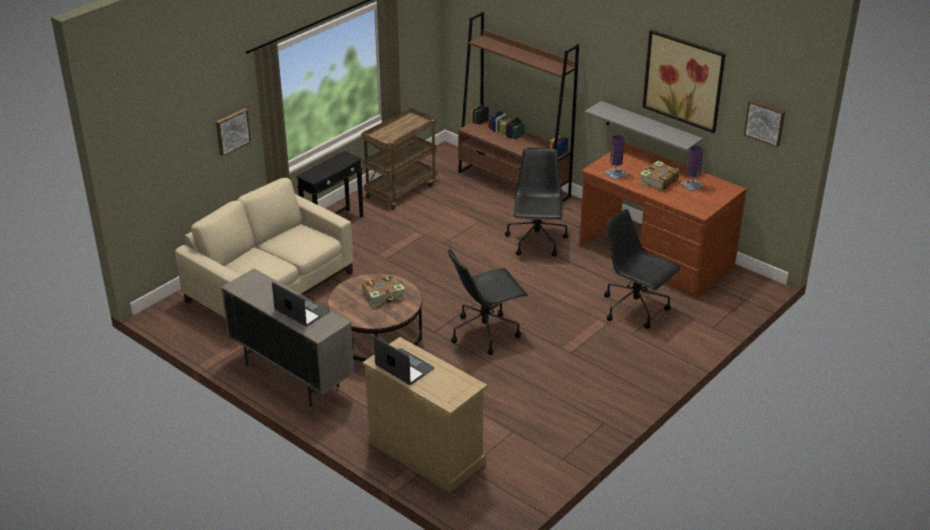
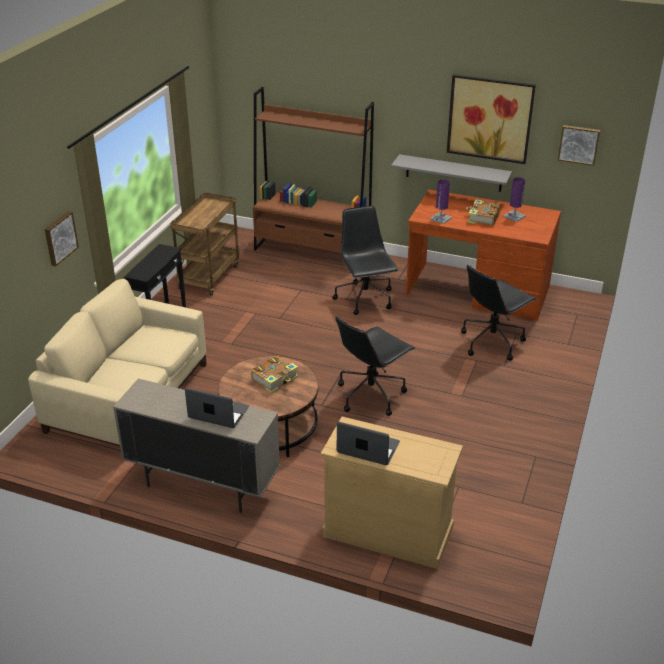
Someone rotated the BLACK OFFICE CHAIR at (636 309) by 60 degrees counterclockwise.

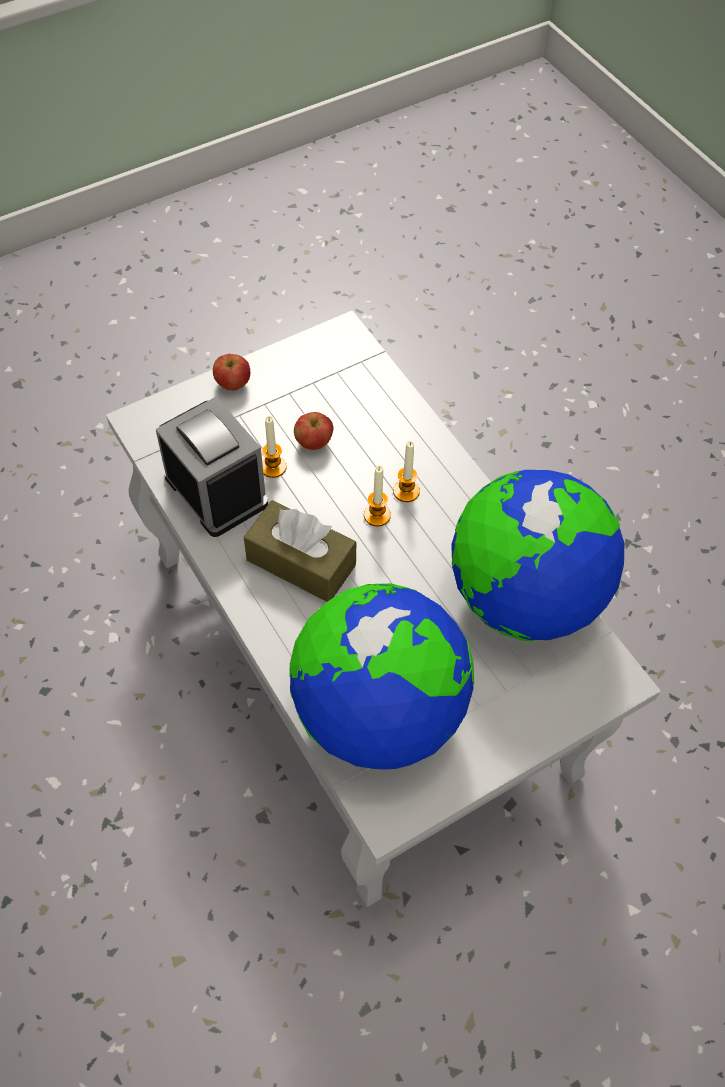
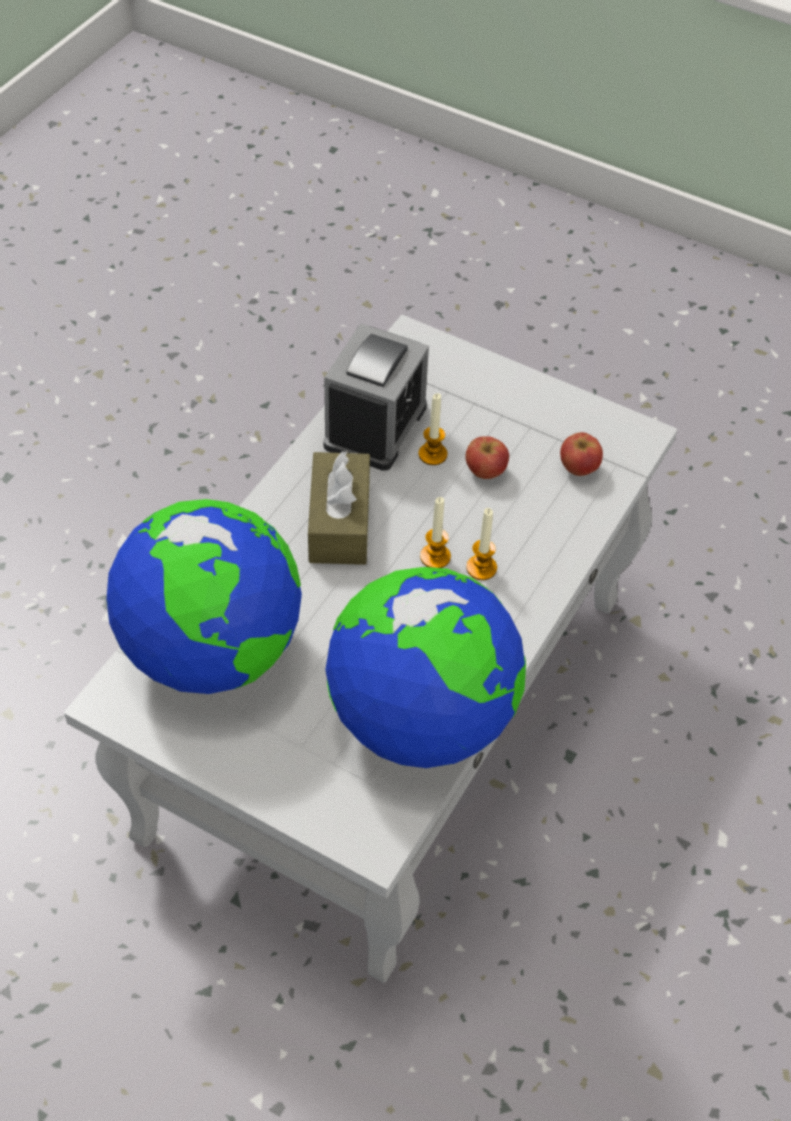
Someone carried the APPLE from (233 383) to (579 468).

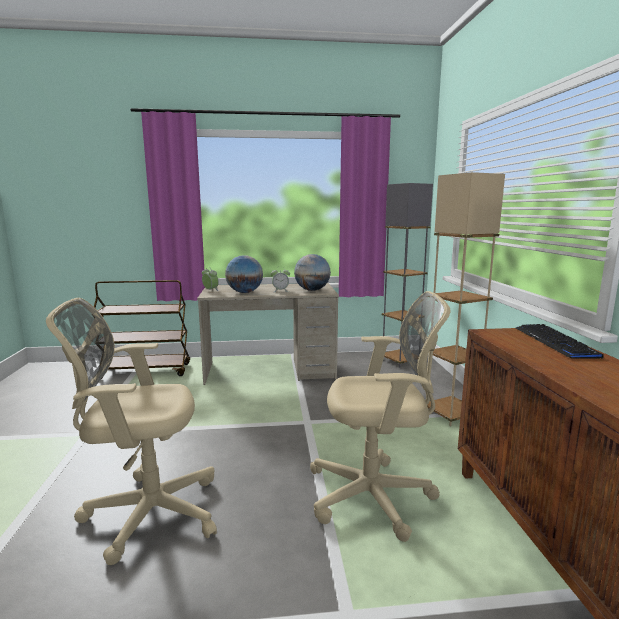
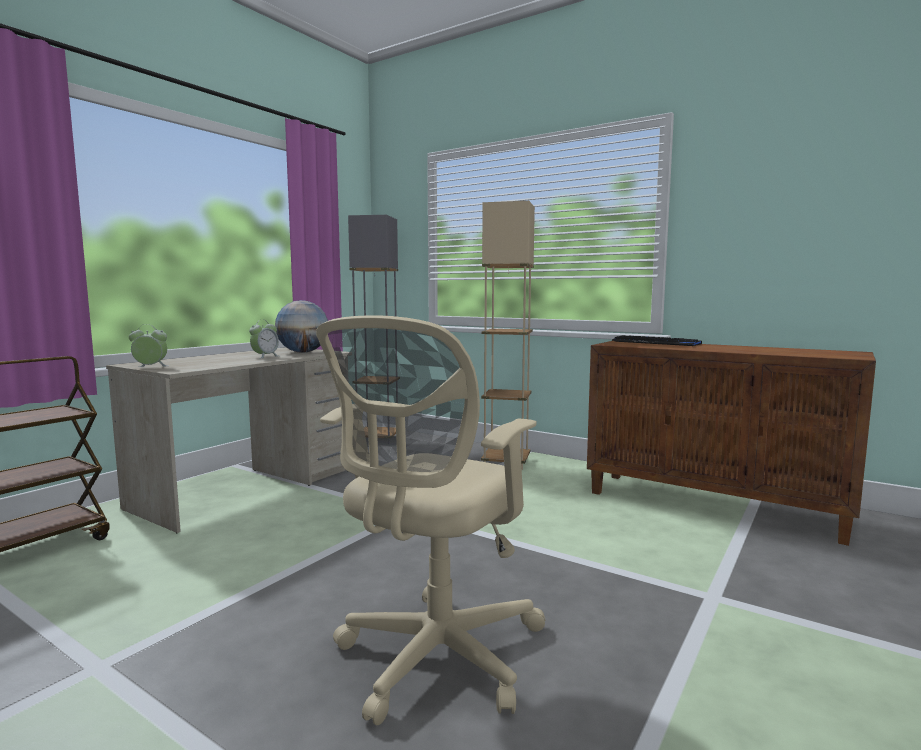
Someone took away the GLOBE at (244 292).
Someone took away the BEIGE OFFICE CHAIR at (376 496).

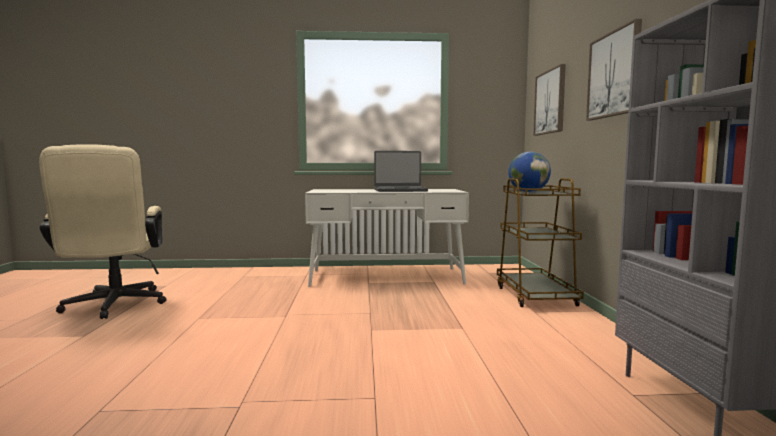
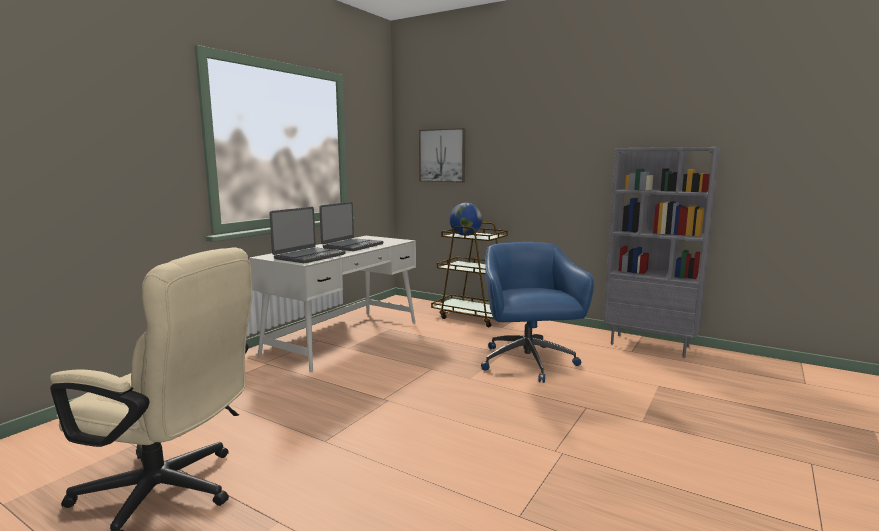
Someone put down the LAPTOP at (309 256).
Someone put down the BLUE OFFICE CHAIR at (528 363).
Someone took away the PICTURE at (614 74).

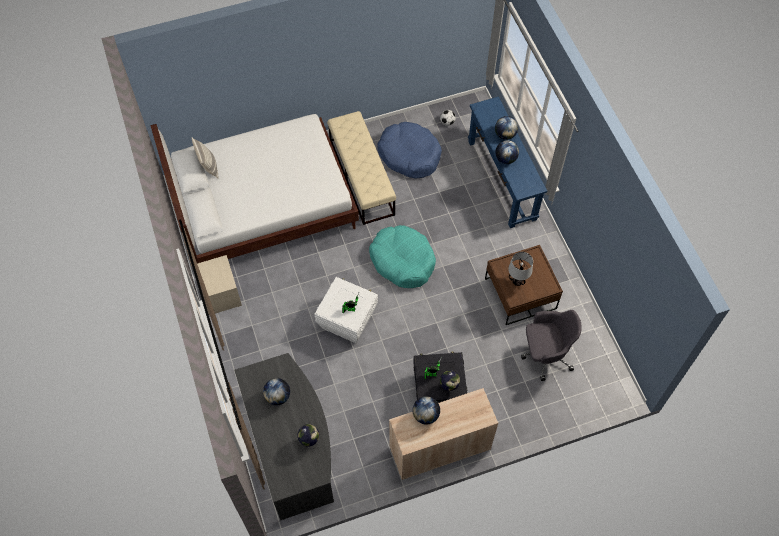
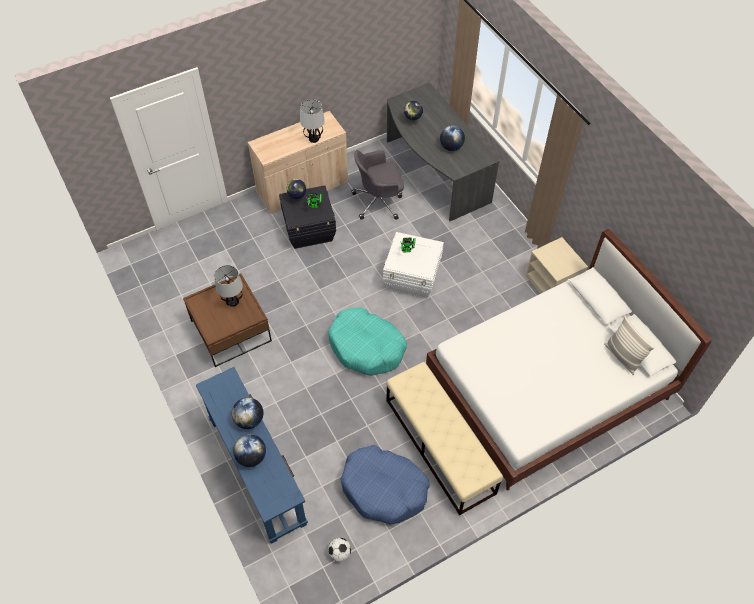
Someone swapped the GLOBE at (425 415) for the TABLE LAMP at (313 139).
Someone carried the GREY OFFICE CHAIR from (545 354) to (379 201).

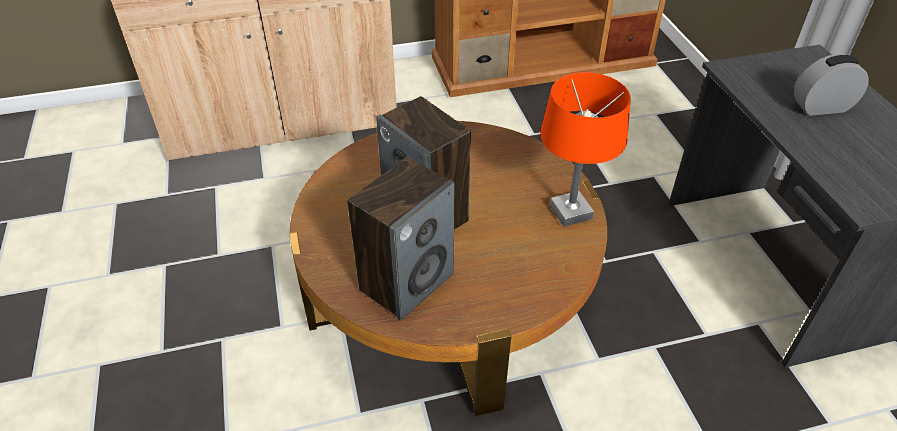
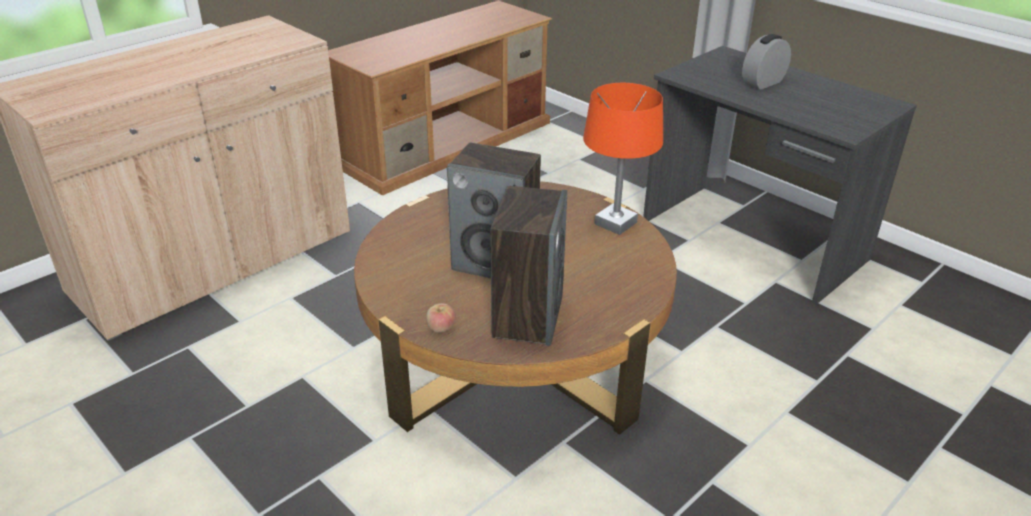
Someone put down the APPLE at (441 328).

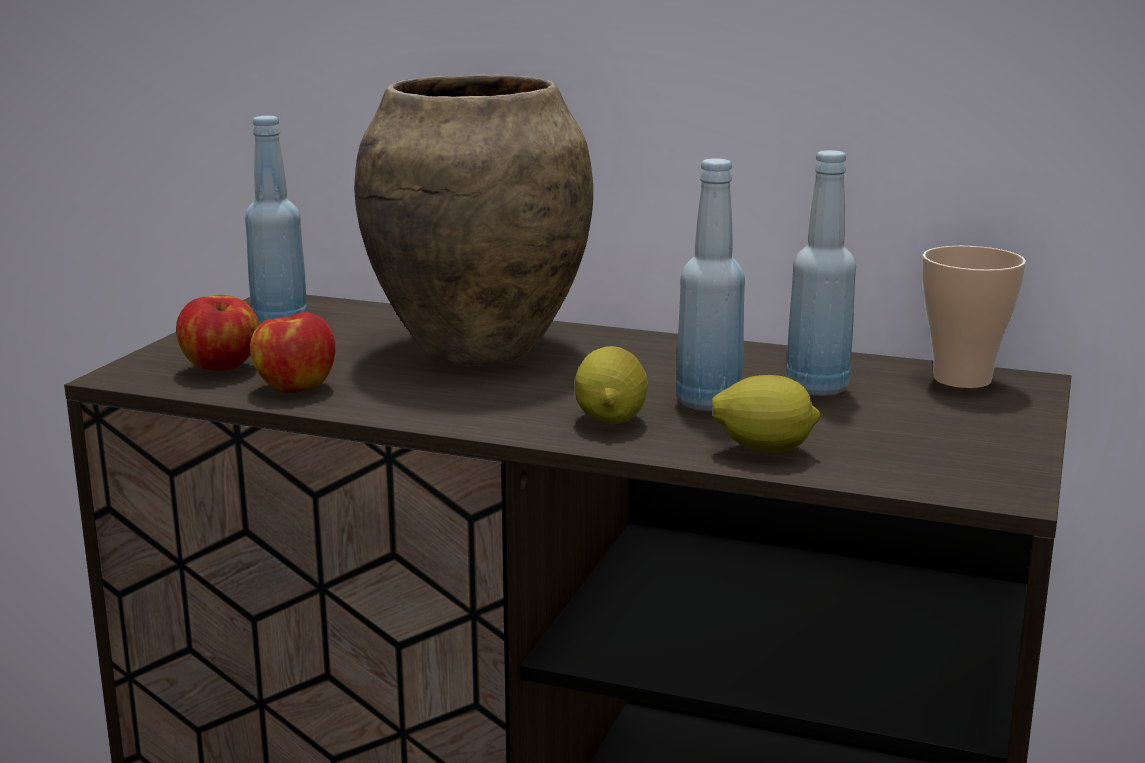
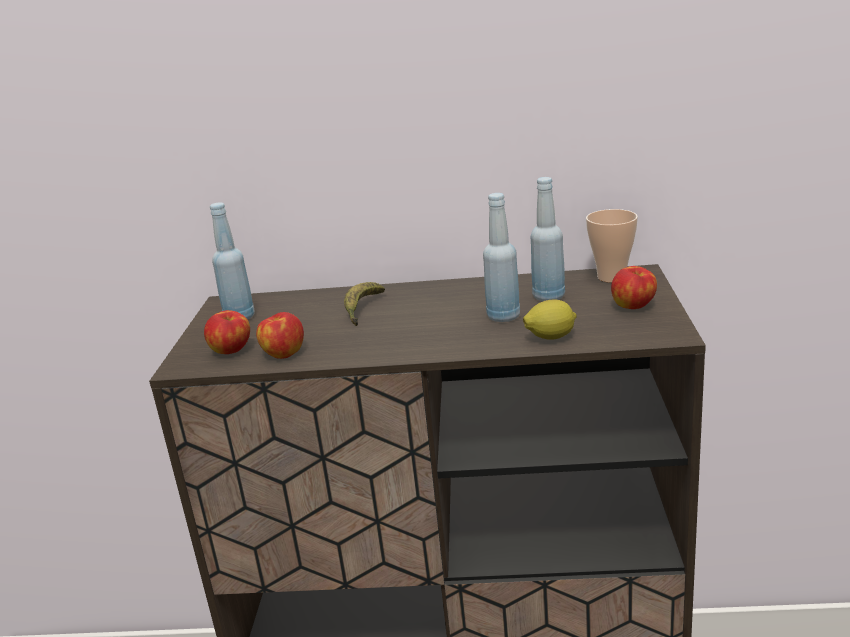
Someone swapped the BROWN VASE at (479 350) for the BANANA at (362 310).
Someone put down the APPLE at (634 307).
Someone took away the LEMON at (611 419).

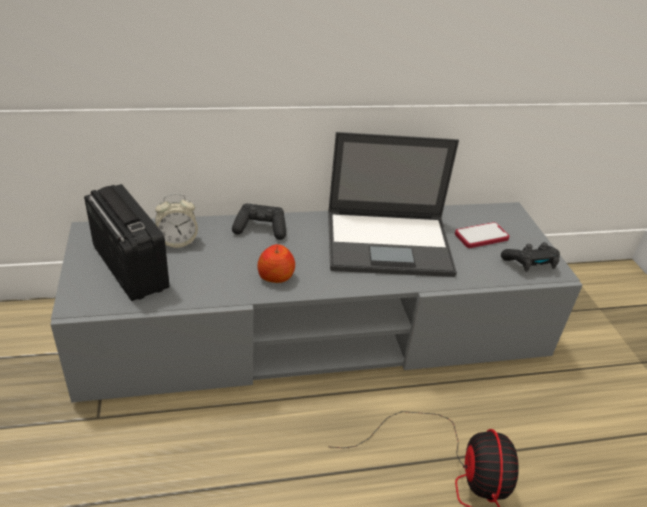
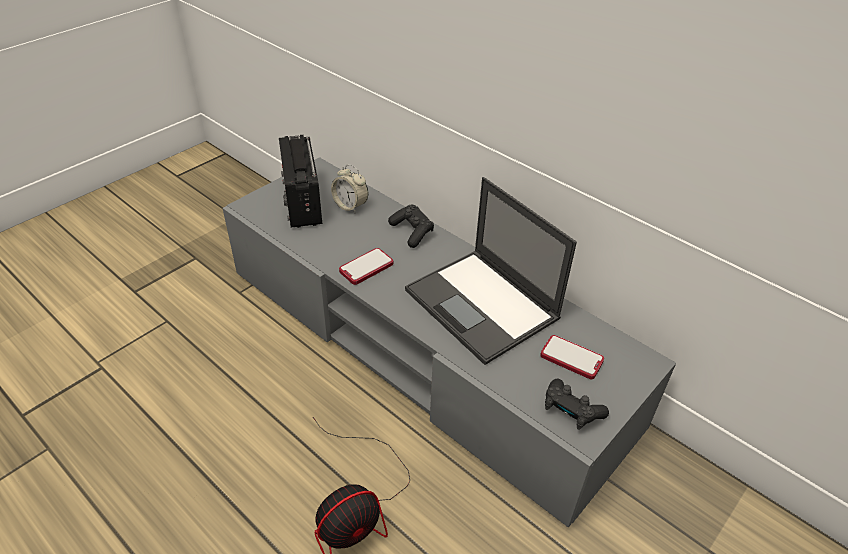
Someone rotated the RADIO at (130 267) by 150 degrees clockwise.
Someone swapped the APPLE at (276 276) for the PHONE at (366 267).

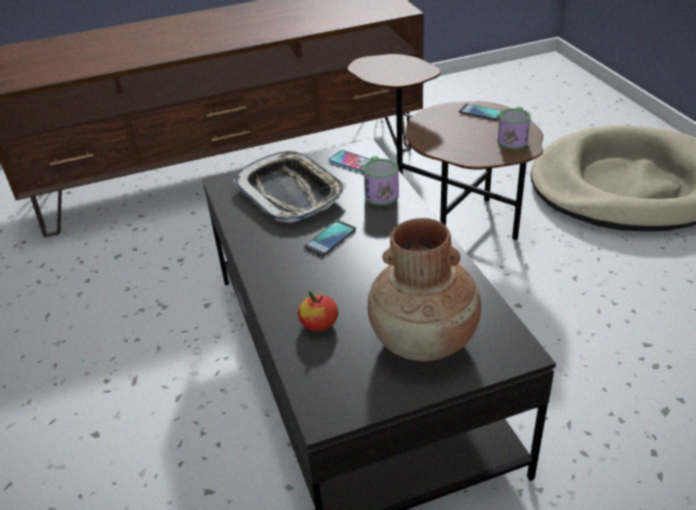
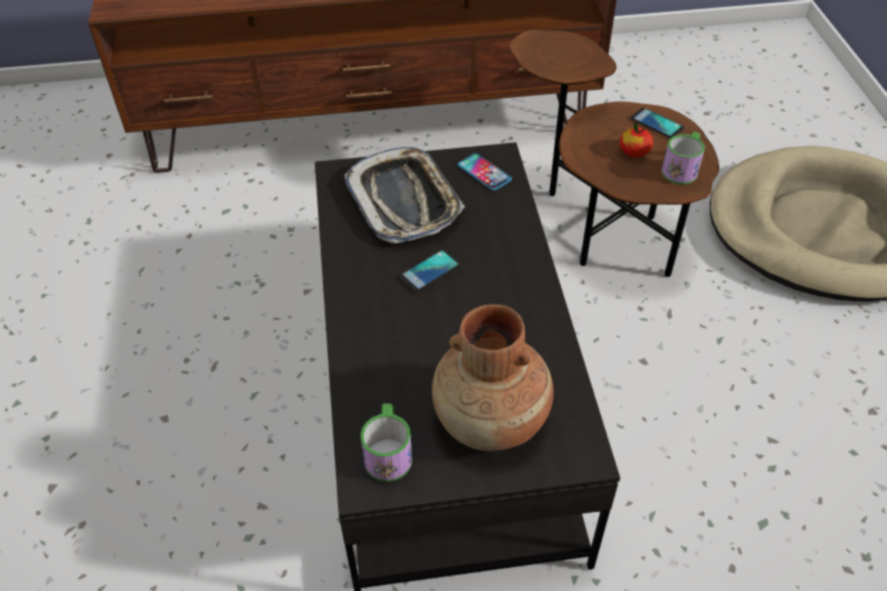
Someone carried the MUG from (380 192) to (388 452).
Someone carried the APPLE from (319 323) to (634 151).

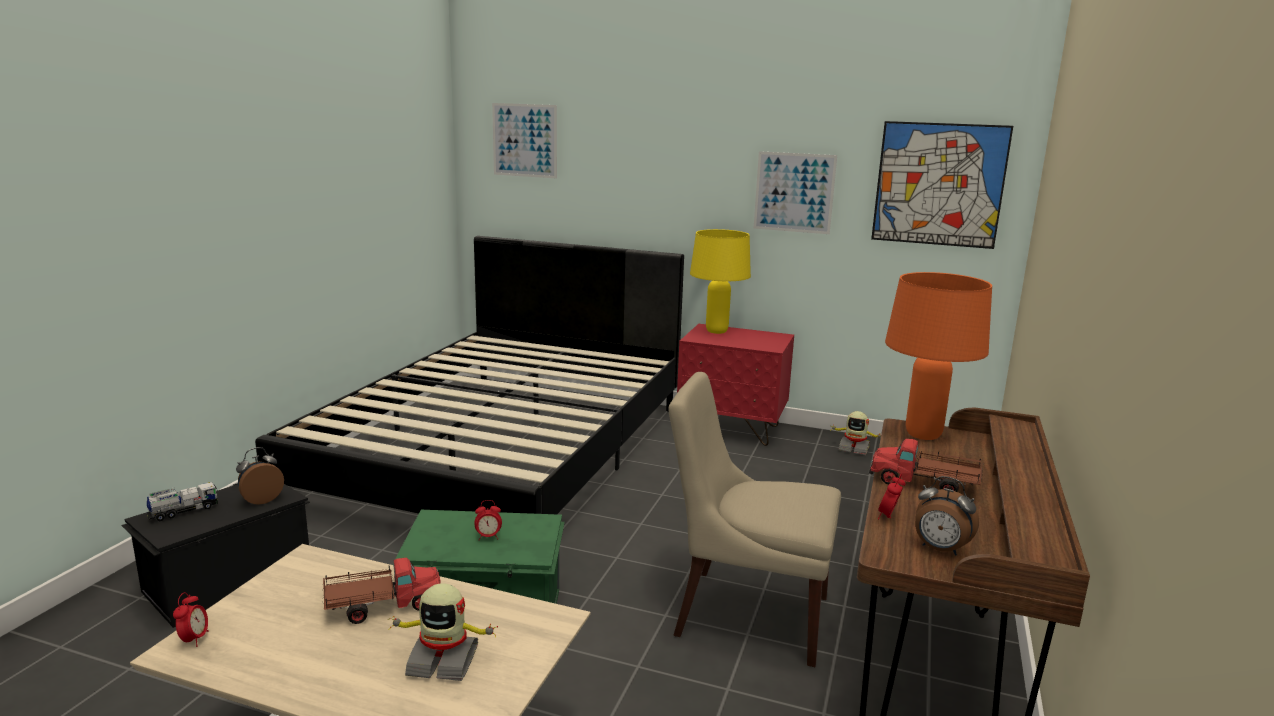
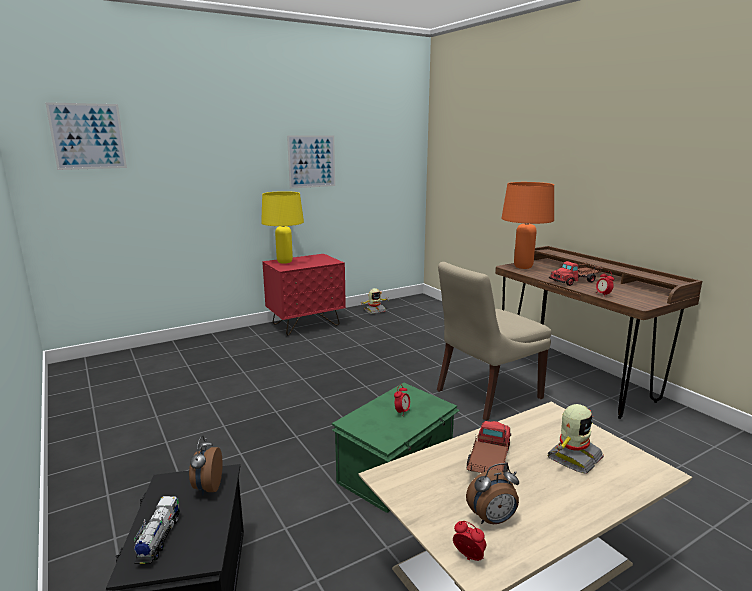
Someone carried the ALARM CLOCK from (939 549) to (492 520).
Someone took away the BLACK BED at (503 452).
Someone took away the PICTURE at (939 184).

